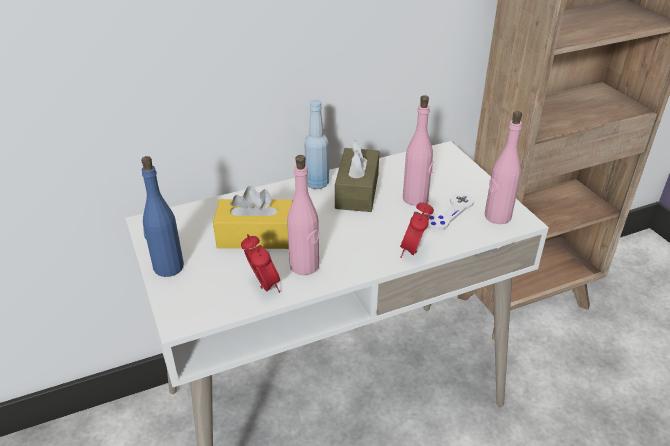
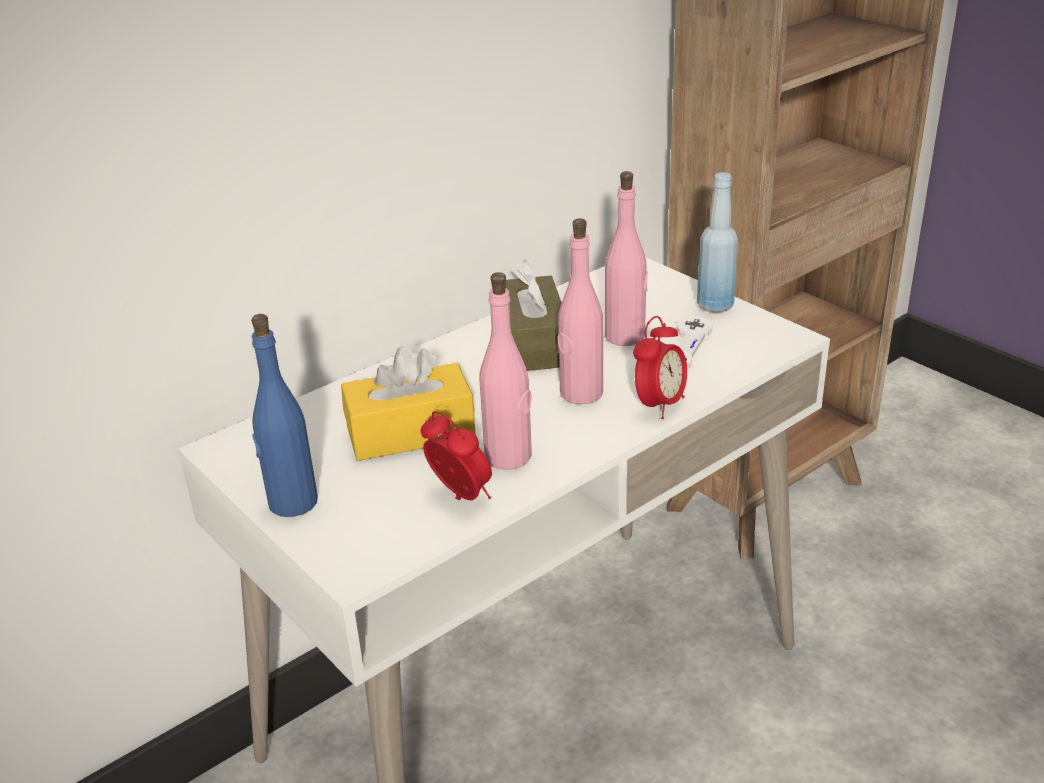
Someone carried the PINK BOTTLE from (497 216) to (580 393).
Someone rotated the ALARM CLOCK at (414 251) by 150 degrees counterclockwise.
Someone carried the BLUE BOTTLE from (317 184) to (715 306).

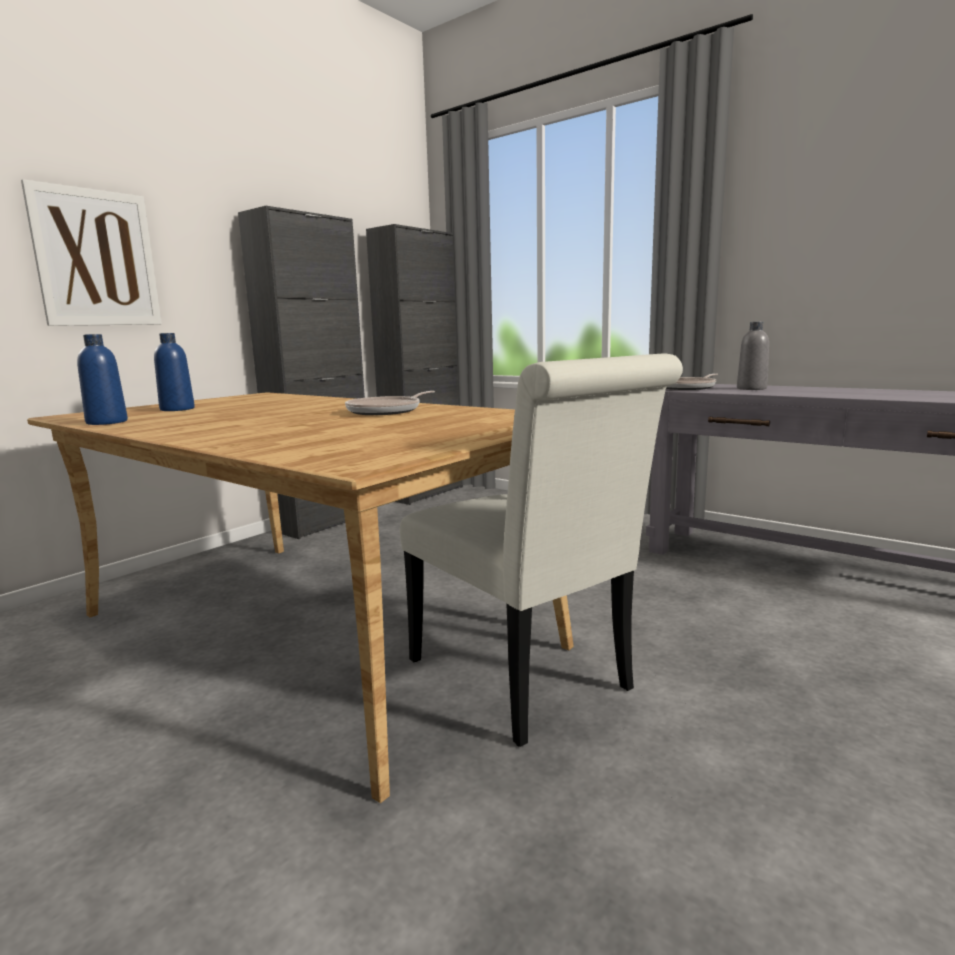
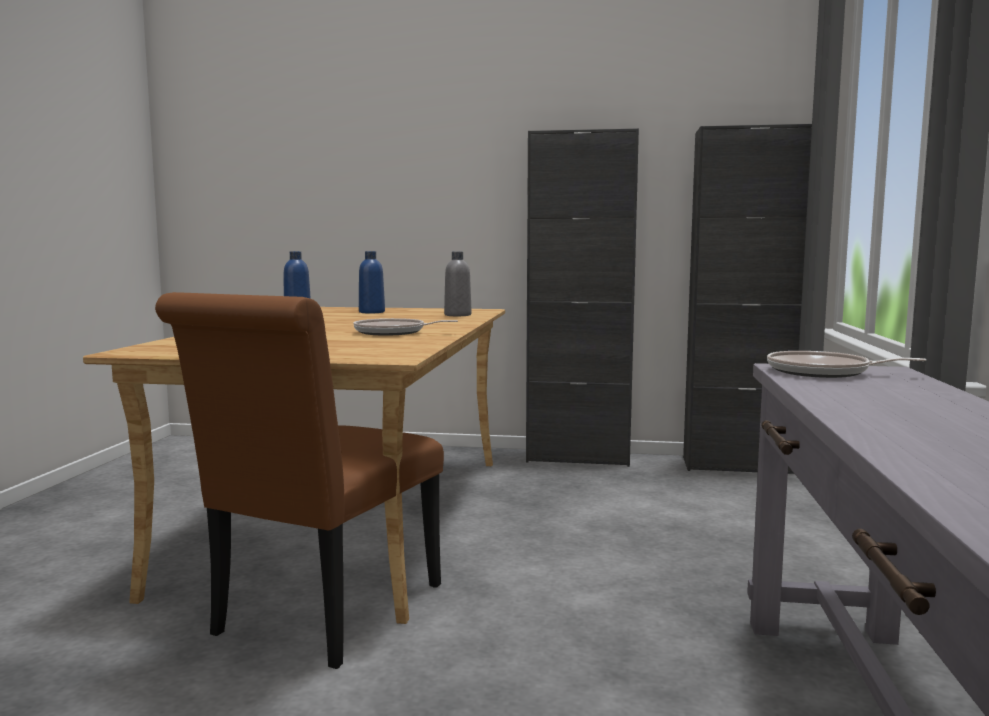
Someone repainted the WHITE CHAIR at (527 681), which became the BROWN CHAIR at (321 616).
Someone carried the GREY BOTTLE from (751 388) to (457 315).
Someone took away the PICTURE at (96 258).

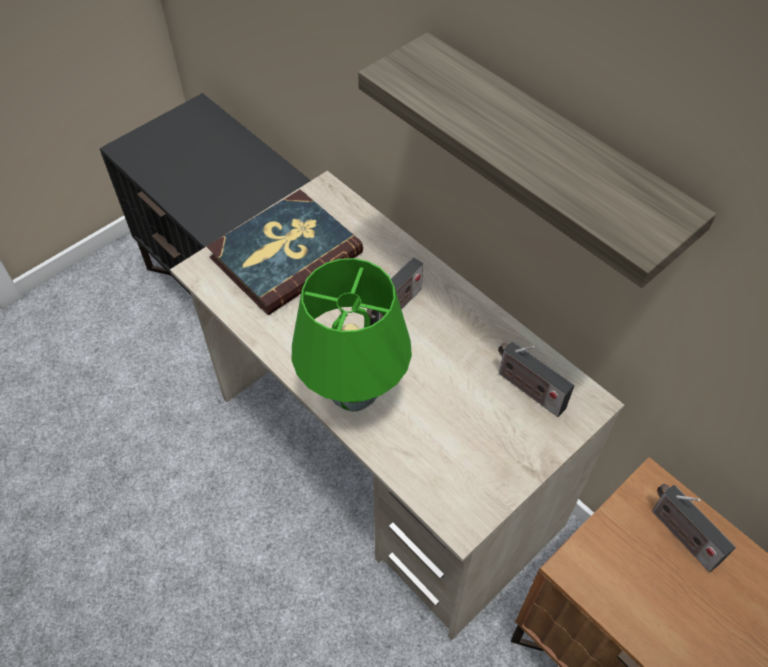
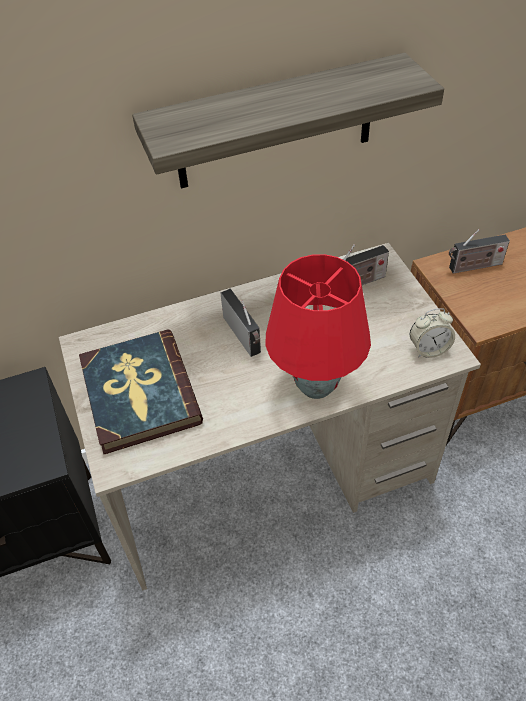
Someone repainted the GREEN TABLE LAMP at (354 395), which became the RED TABLE LAMP at (315 385).
Someone put down the ALARM CLOCK at (428 349).

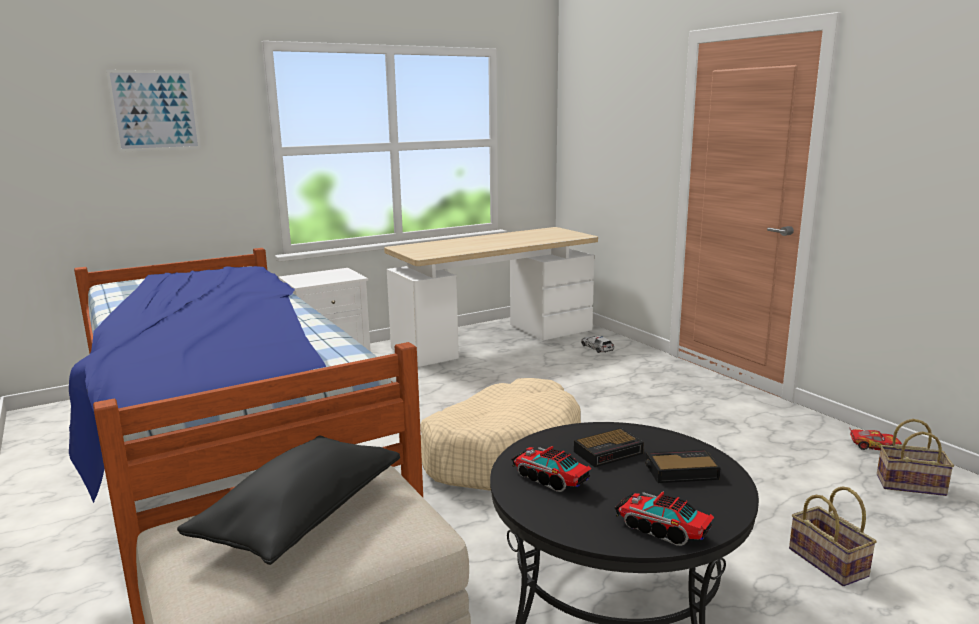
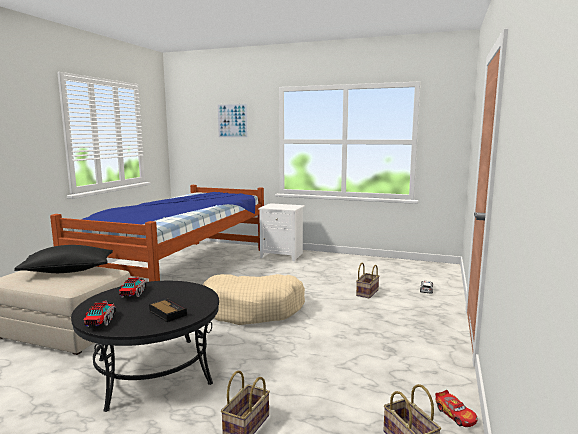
Someone put down the BASKET at (367 292).
Someone took away the DESK at (495 340).
Someone took away the ALARM CLOCK at (609 452).

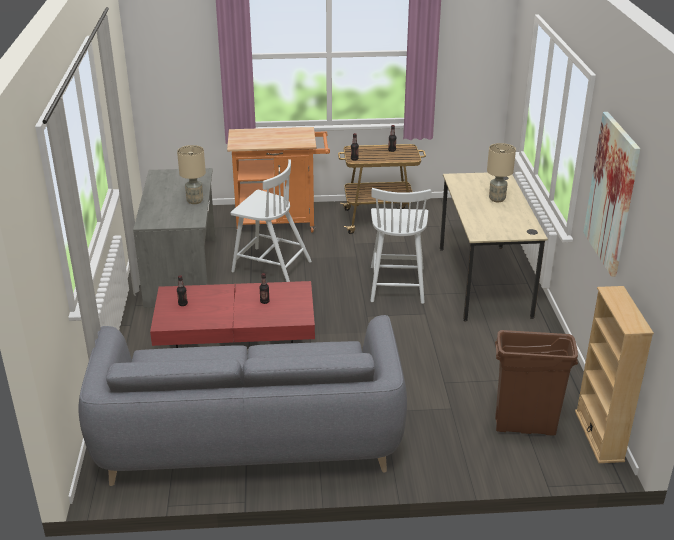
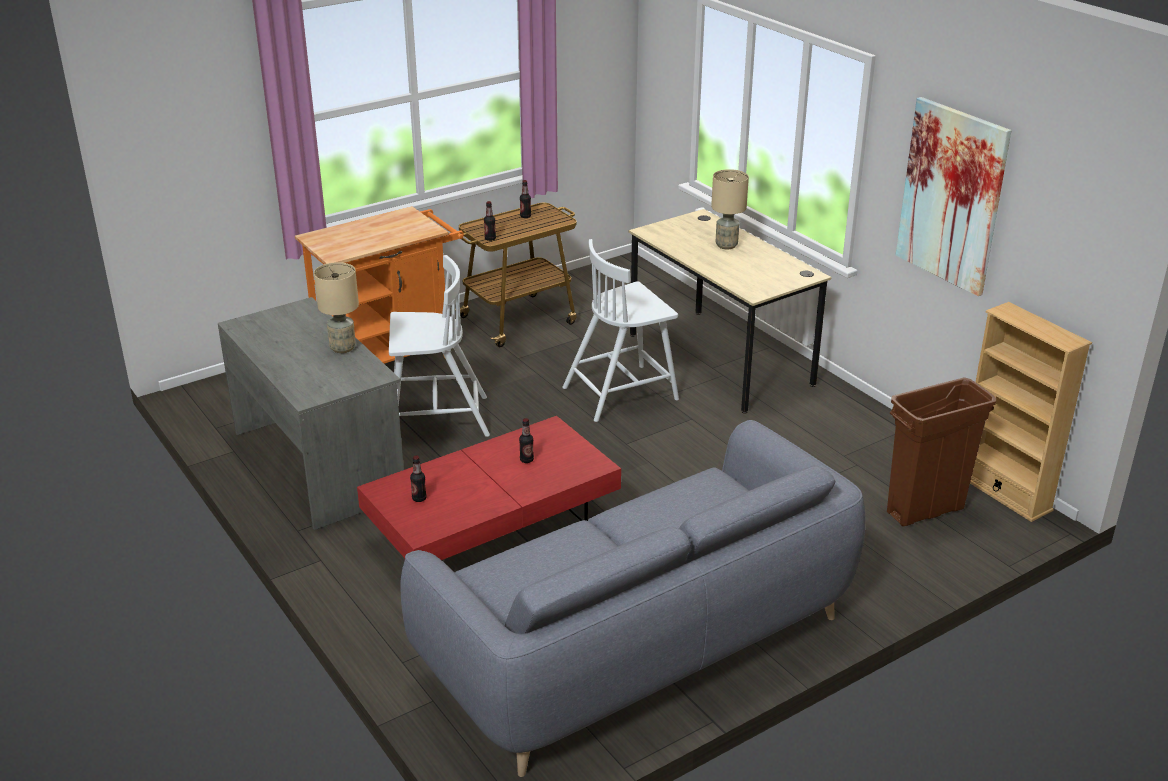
Someone rotated the WHITE CHAIR at (397 283) by 90 degrees clockwise.

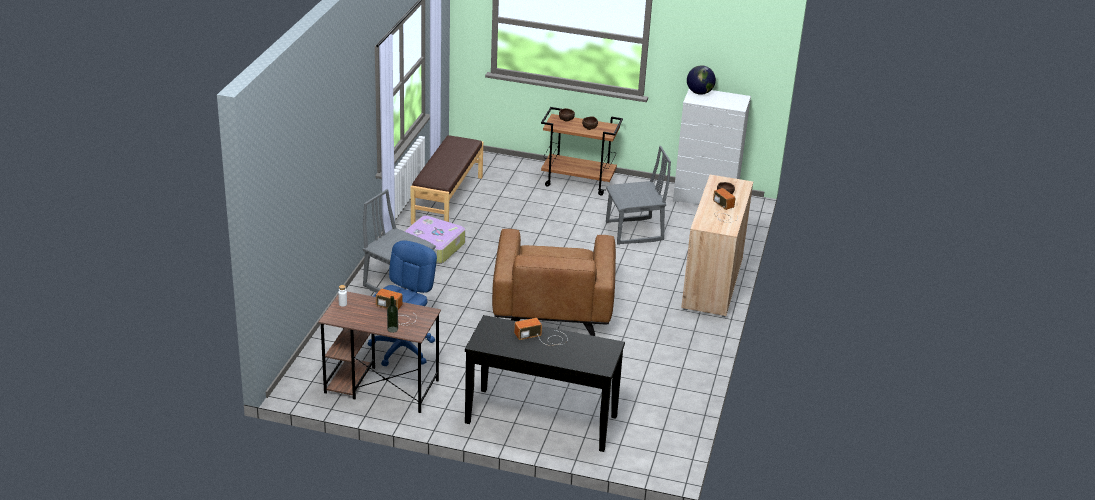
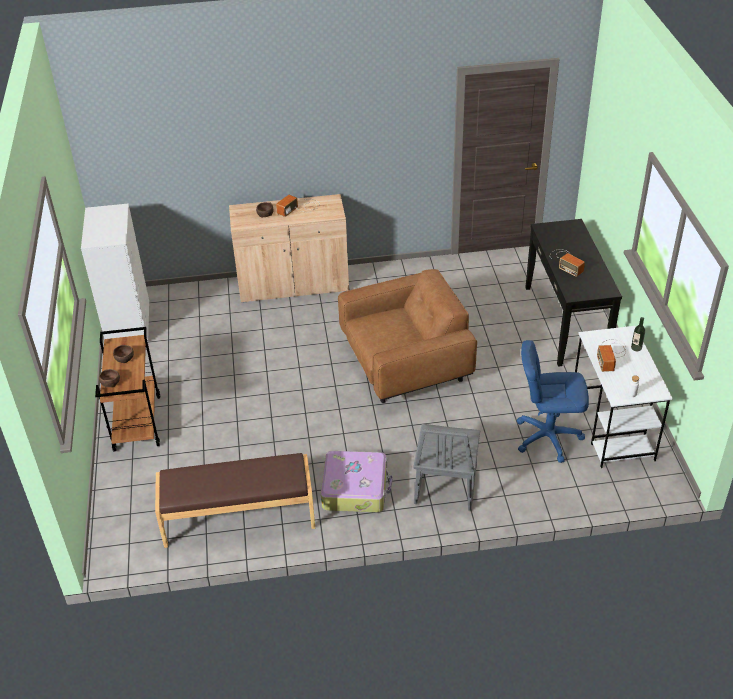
Someone repainted the BROWN DESK at (380 386), which became the WHITE DESK at (612 428).
Someone took away the GREY CHAIR at (634 232).
Someone took away the GLOBE at (699 93).

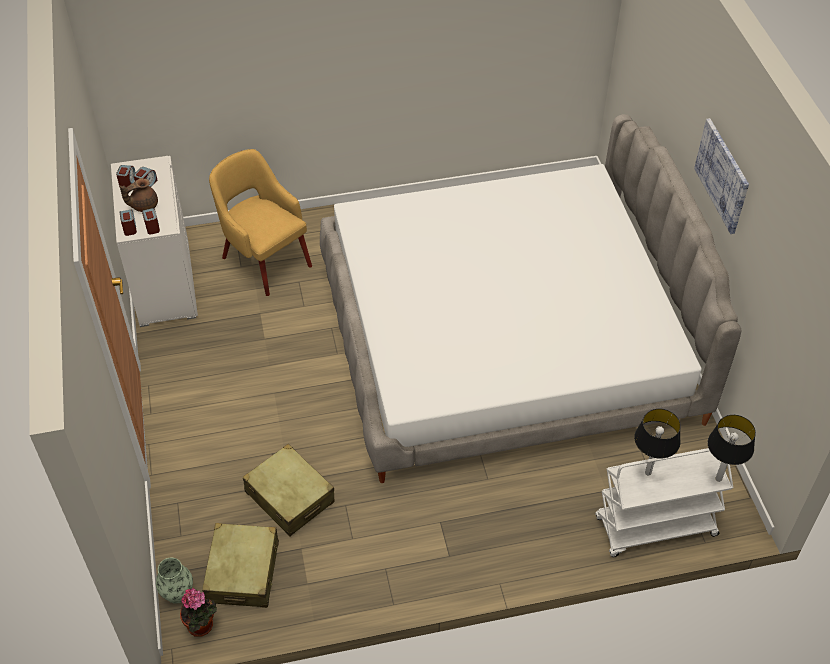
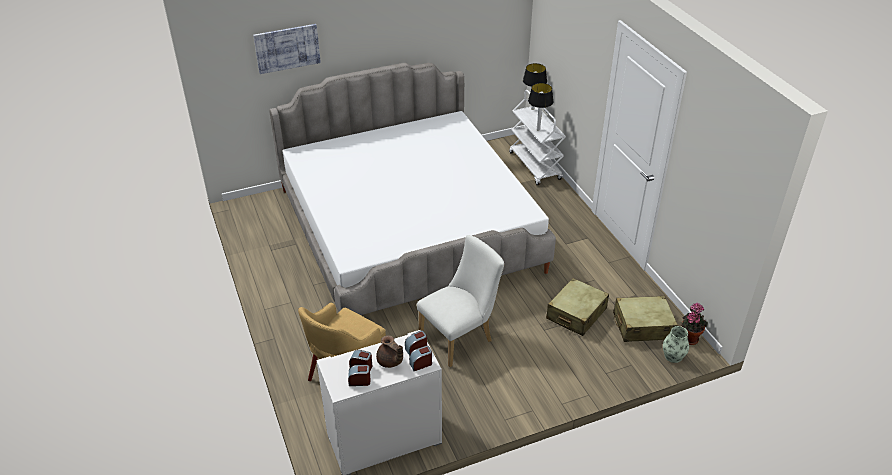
Someone carried the PICTURE from (722 175) to (287 48).
Someone put down the WHITE CHAIR at (460 337).

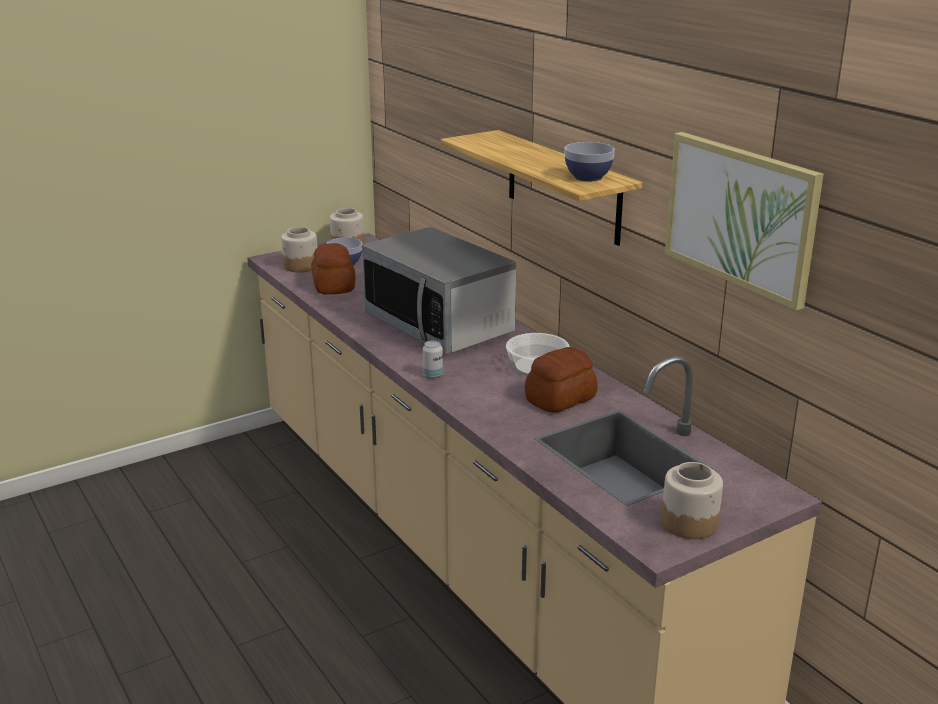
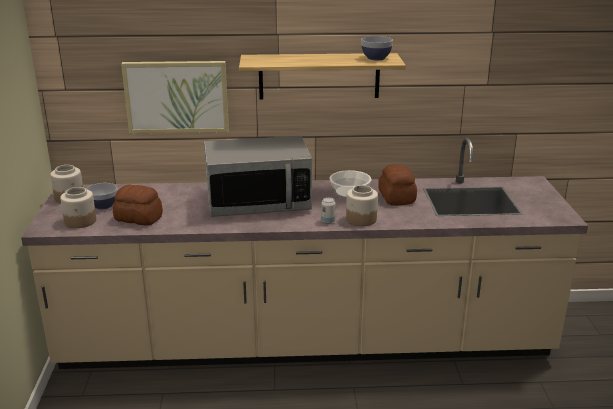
Someone carried the PICTURE from (741 216) to (176 96).
Someone carried the JAR from (689 523) to (361 219).

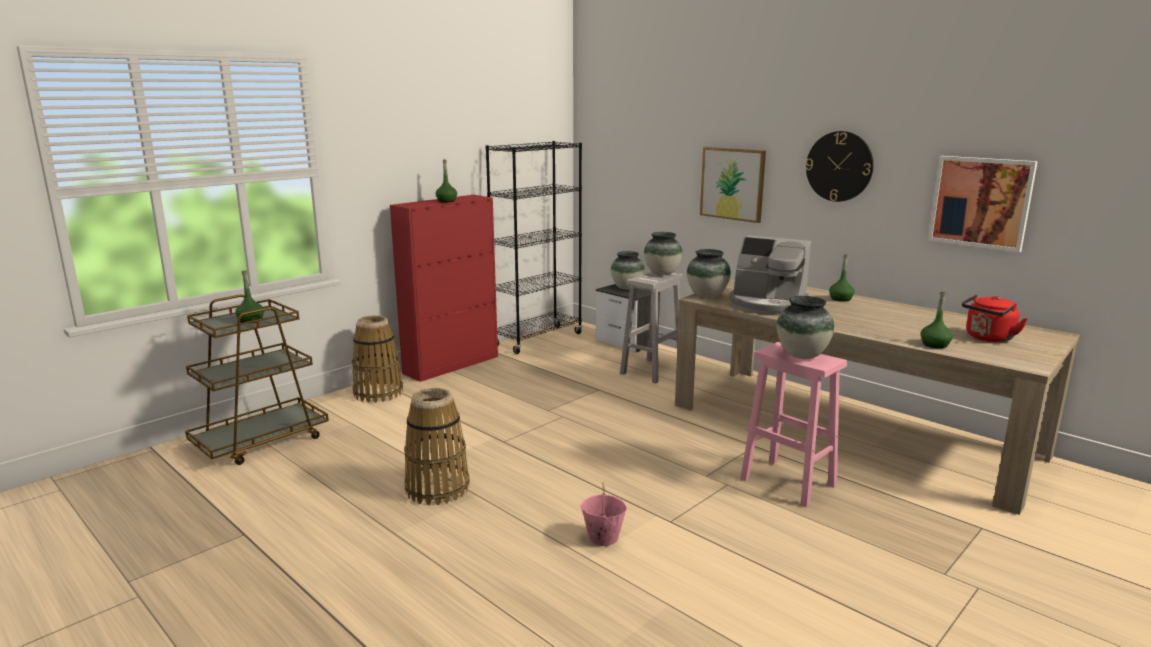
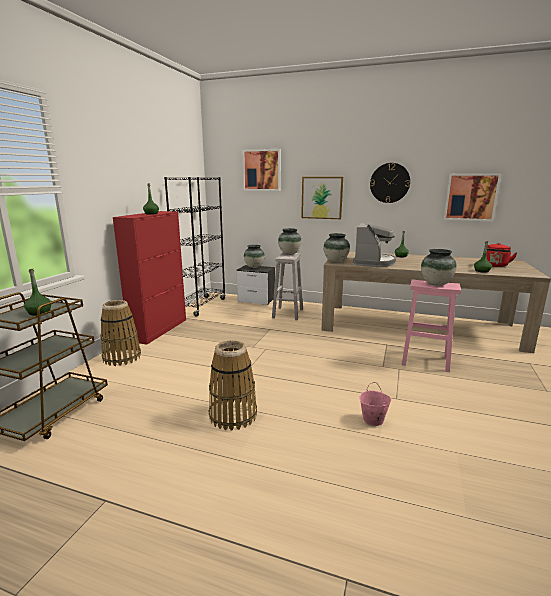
Someone put up the PICTURE at (262 170).
Someone rotated the COFFEE MACHINE at (767 305) by 75 degrees counterclockwise.

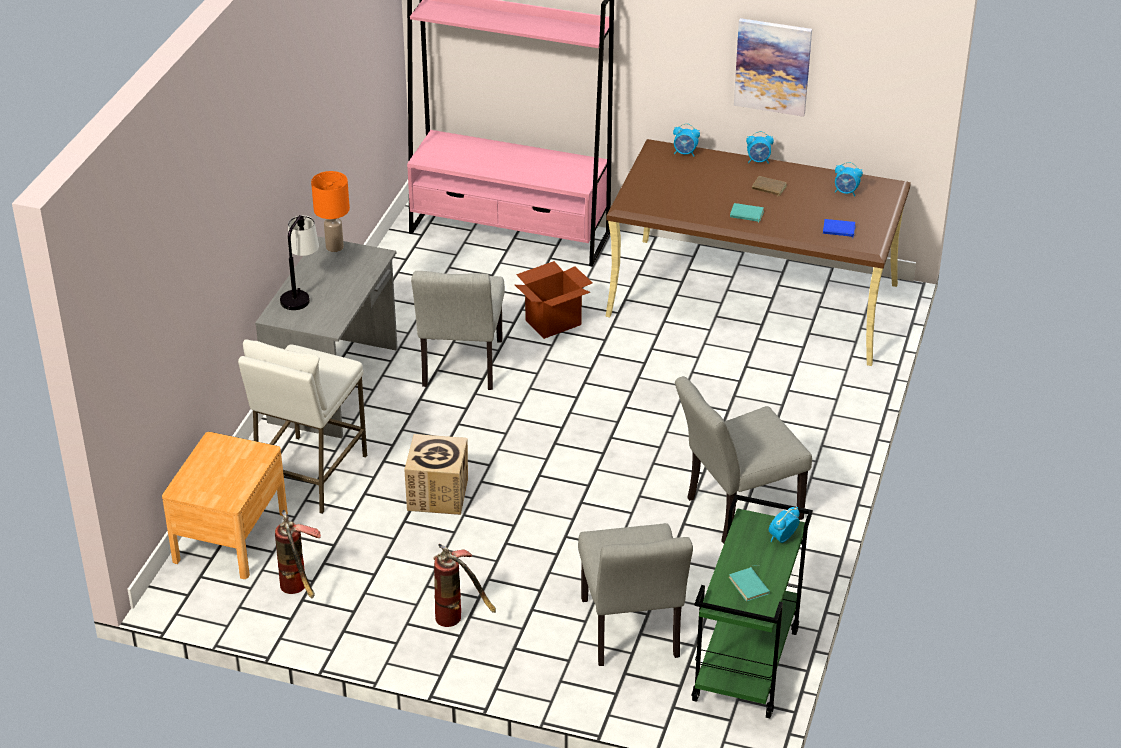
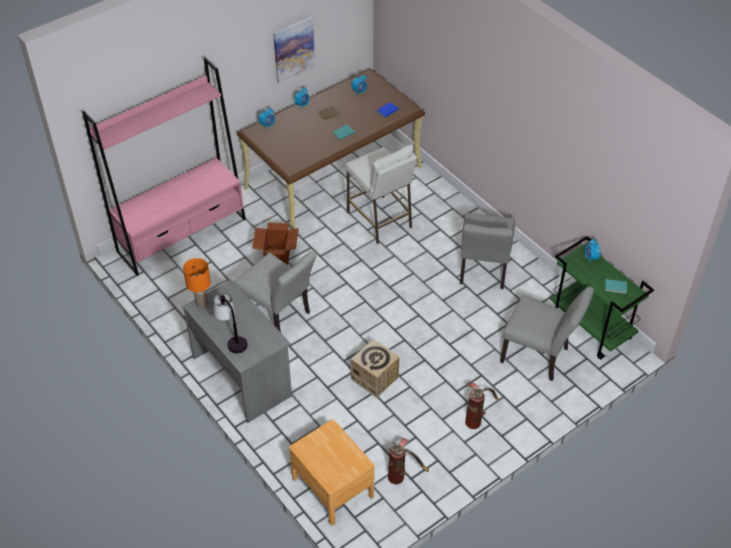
Someone carried the WHITE STOOL from (310 475) to (380 220).

